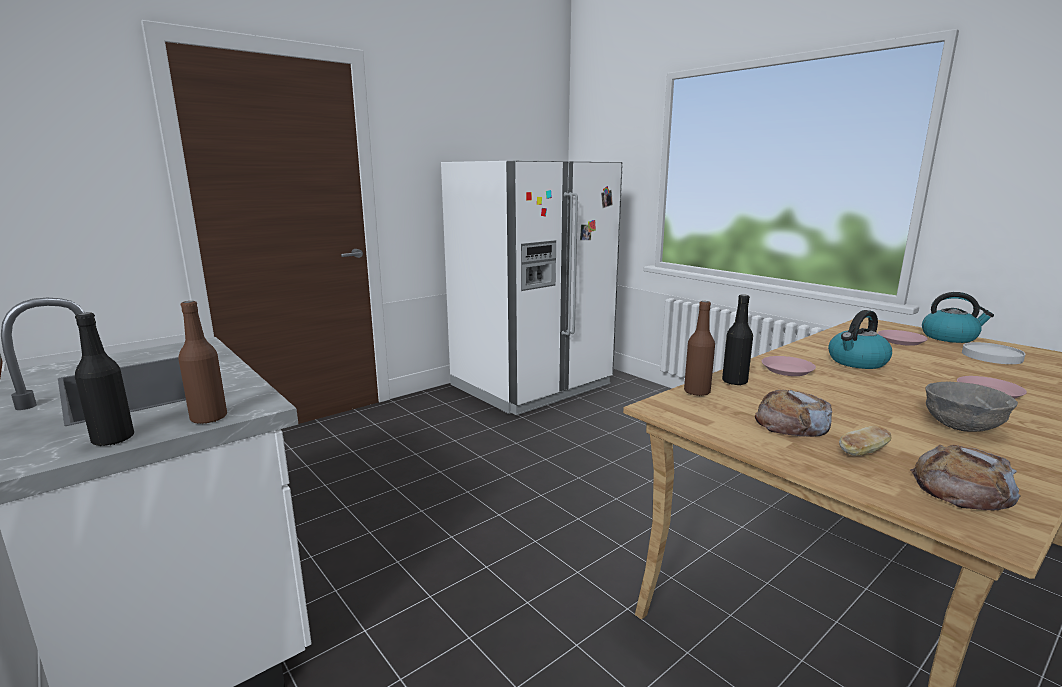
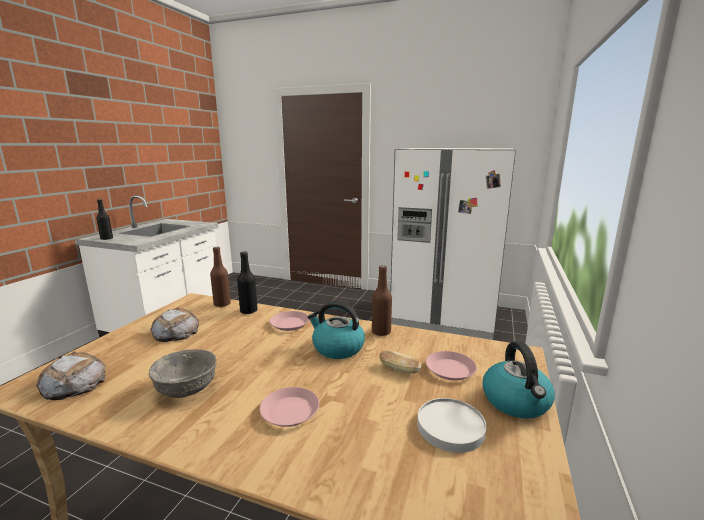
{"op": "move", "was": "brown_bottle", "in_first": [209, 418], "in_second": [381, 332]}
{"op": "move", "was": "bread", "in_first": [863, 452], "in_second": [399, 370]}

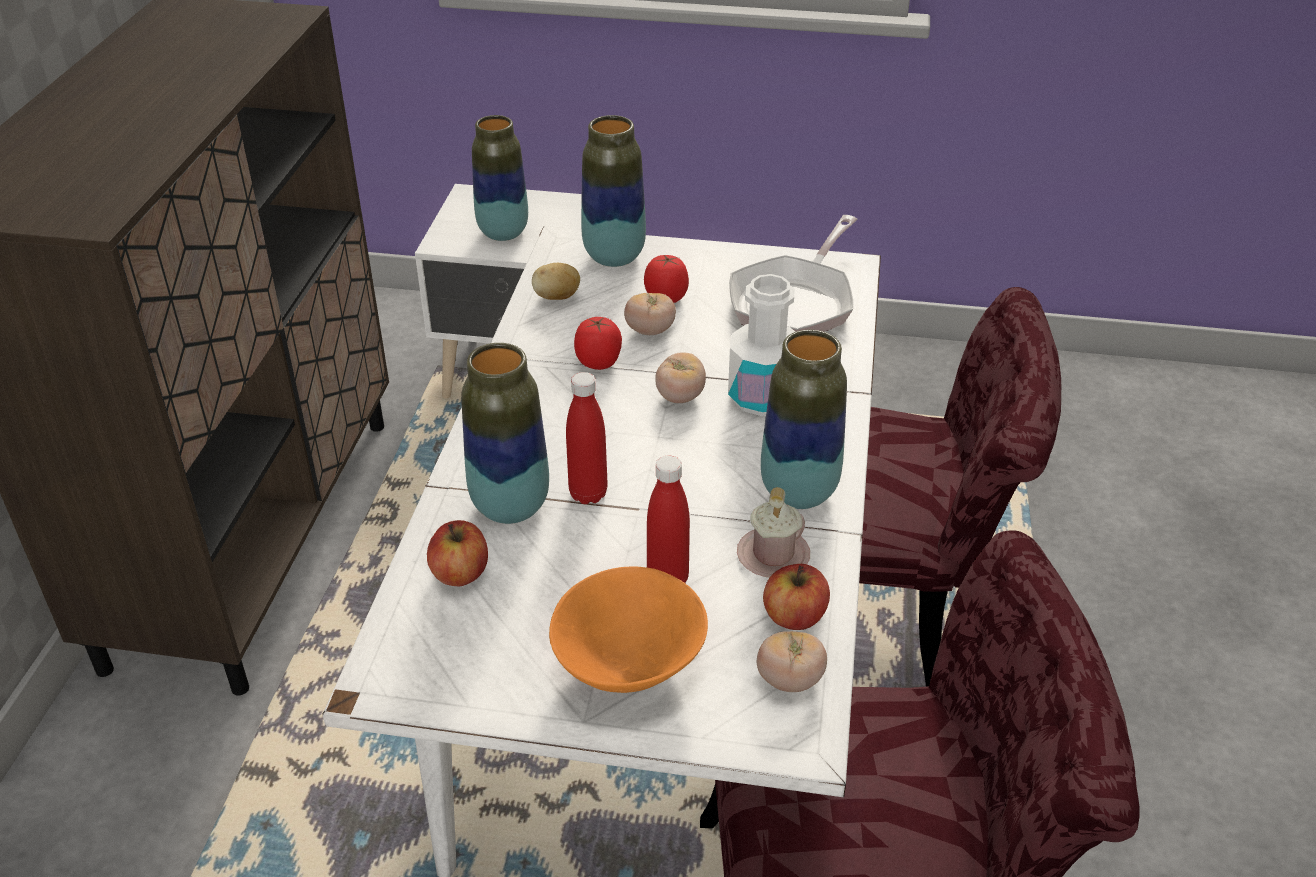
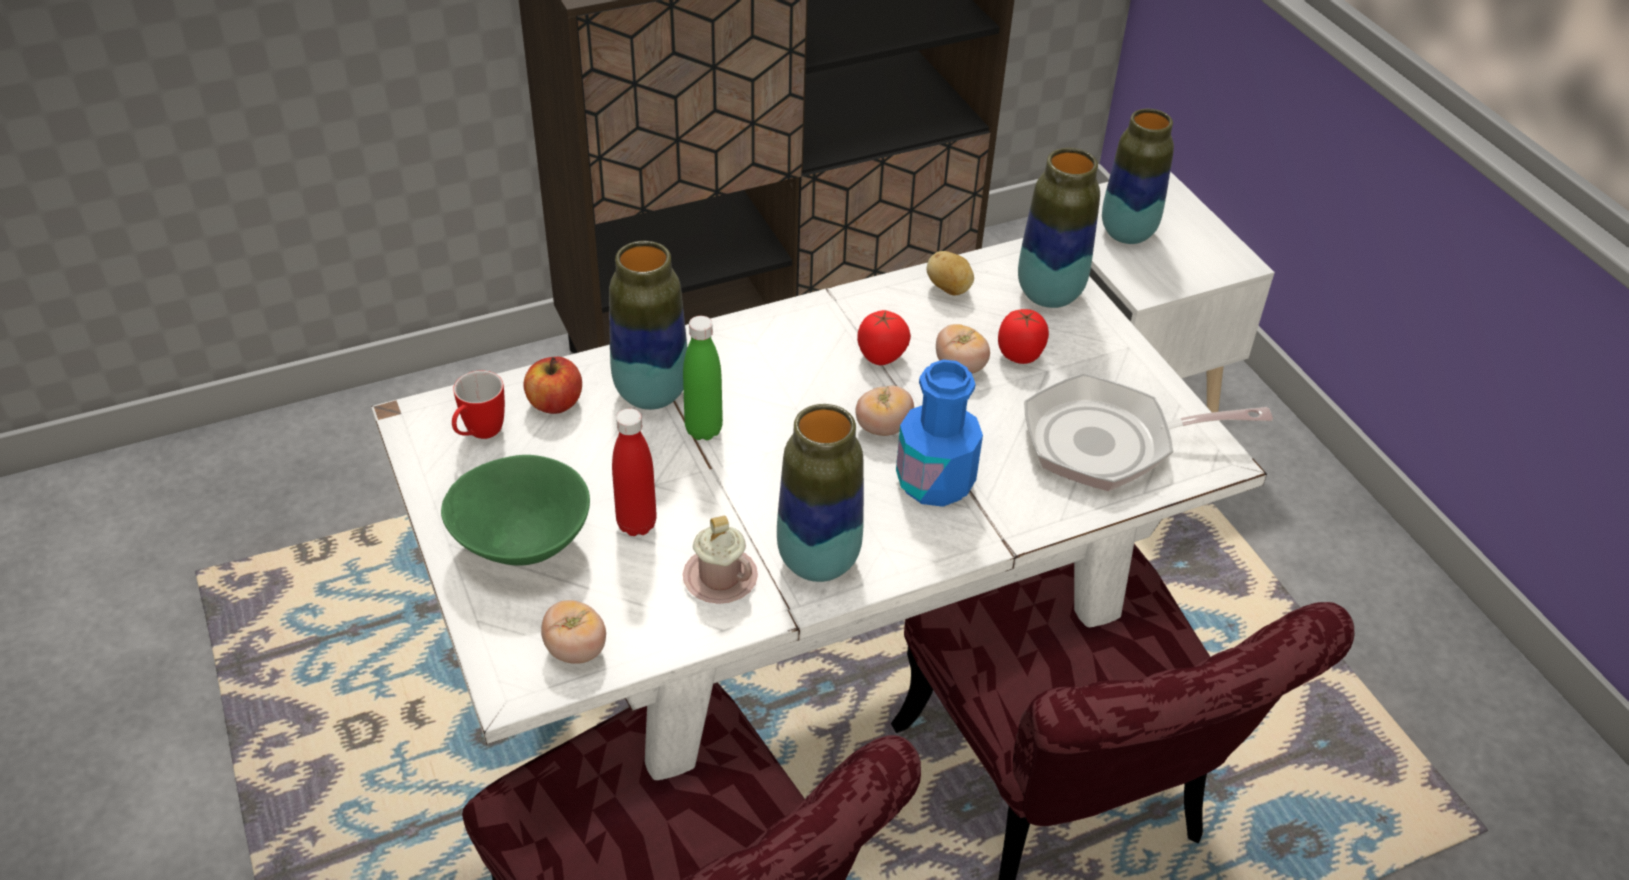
{"op": "recolor", "was": "white_bottle", "now": "blue_bottle", "in_first": [763, 396], "in_second": [935, 481]}
{"op": "recolor", "was": "red_bottle", "now": "green_bottle", "in_first": [588, 494], "in_second": [703, 430]}
{"op": "delete", "was": "apple", "in_first": [794, 616]}
{"op": "recolor", "was": "orange_bowl", "now": "green_bowl", "in_first": [627, 667], "in_second": [521, 543]}
{"op": "insert", "now": "mug", "in_second": [479, 434]}

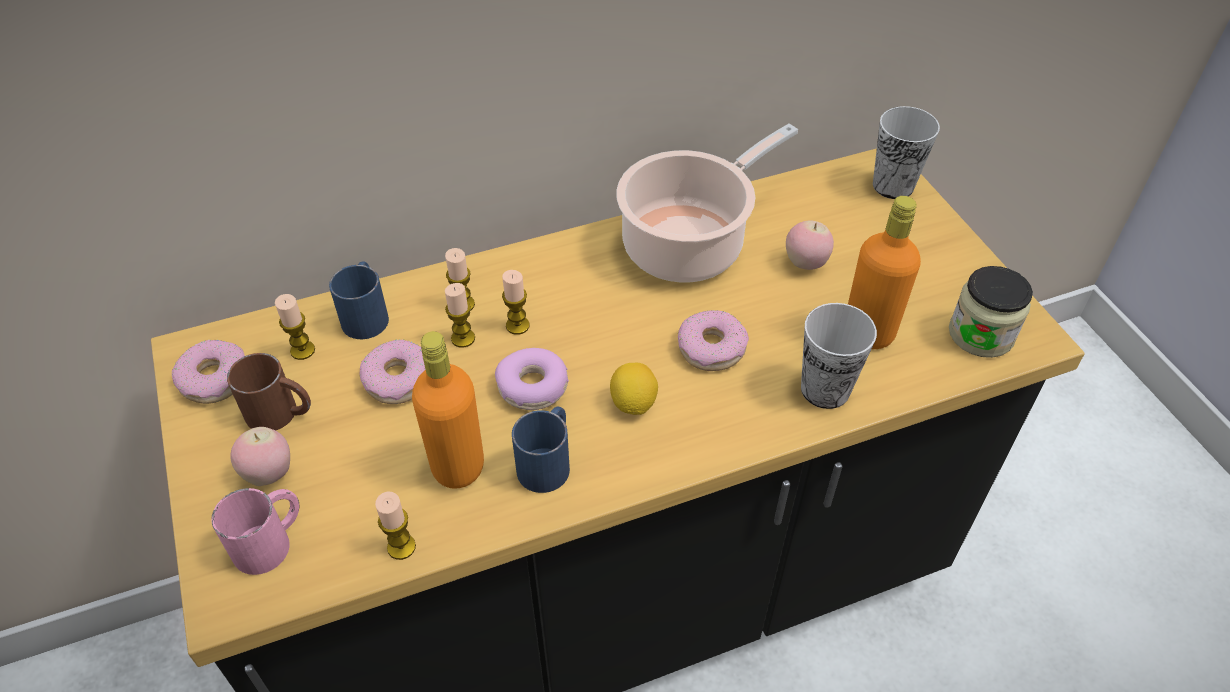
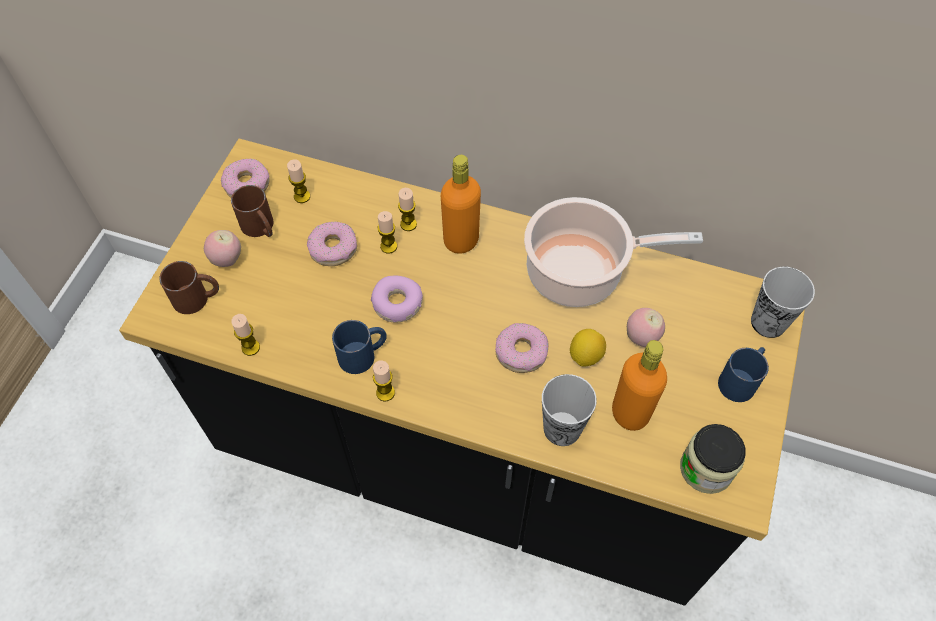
{"op": "move", "was": "blue_mug", "in_first": [367, 314], "in_second": [741, 379]}
{"op": "move", "was": "candle", "in_first": [517, 325], "in_second": [385, 393]}
{"op": "move", "was": "orange_bottle", "in_first": [458, 467], "in_second": [461, 240]}
{"op": "move", "was": "lemon", "in_first": [633, 403], "in_second": [585, 355]}
{"op": "recolor", "was": "pink_mug", "now": "brown_mug", "in_first": [271, 541], "in_second": [197, 298]}

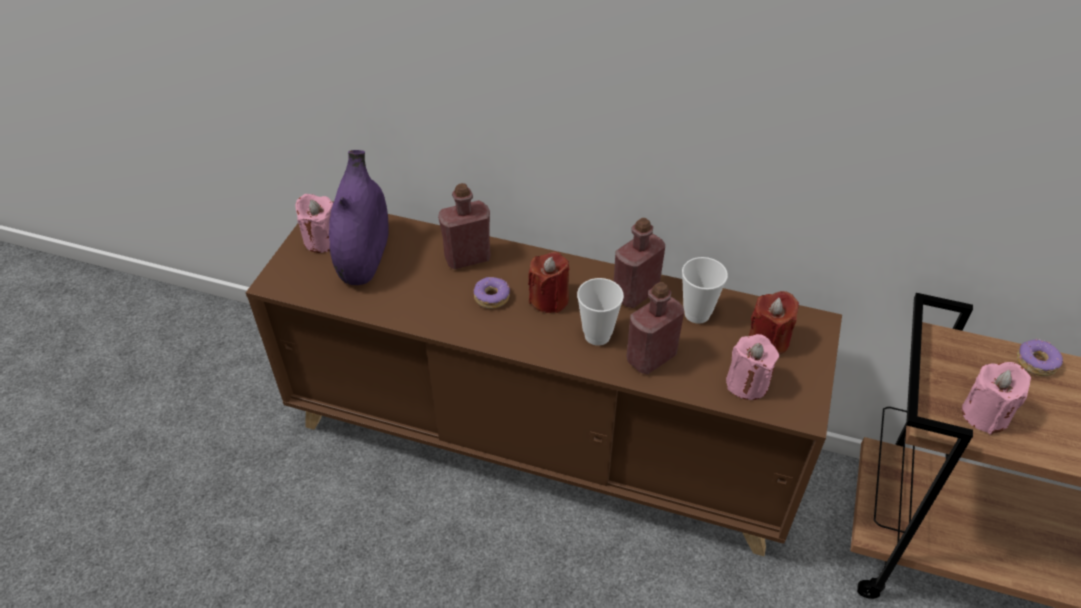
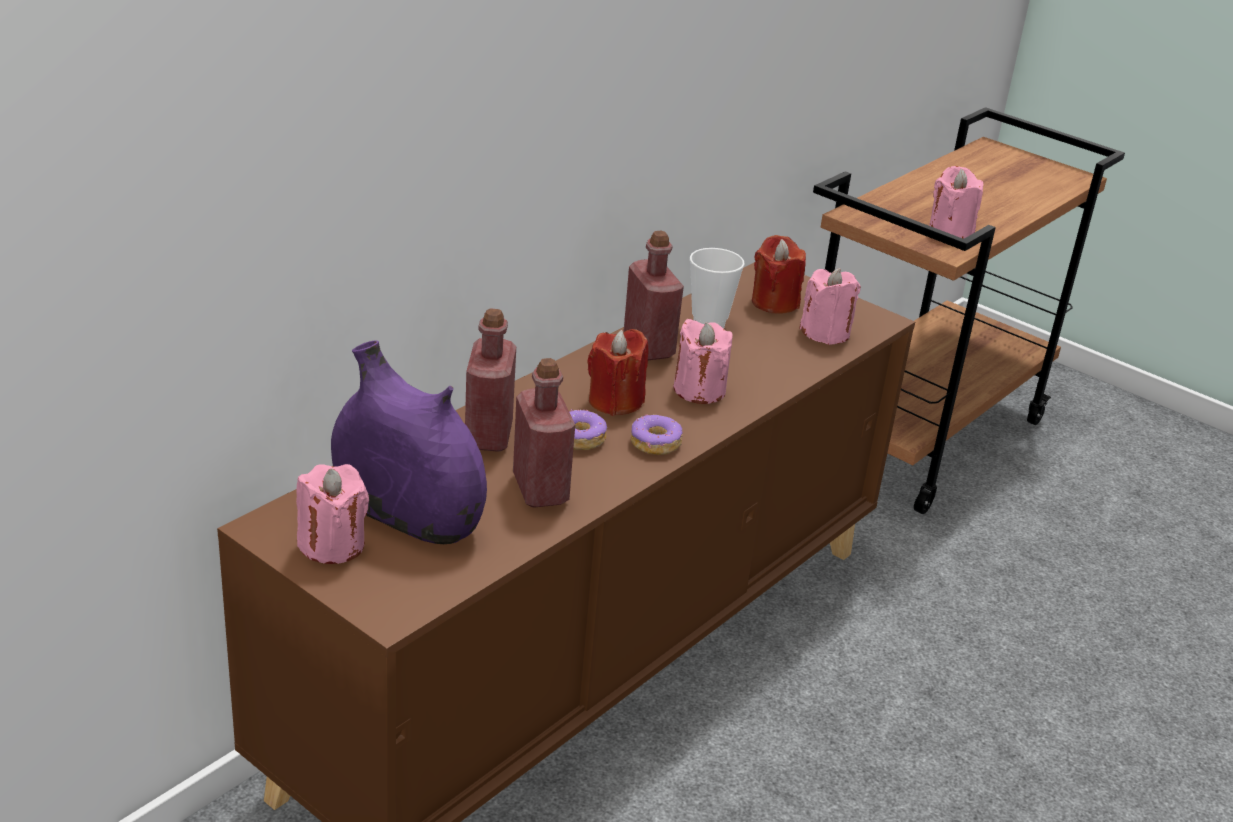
{"op": "replace", "was": "cup", "now": "pink_candle", "in_first": [597, 335], "in_second": [699, 390]}
{"op": "move", "was": "red_bottle", "in_first": [651, 357], "in_second": [540, 489]}
{"op": "move", "was": "donut", "in_first": [1035, 362], "in_second": [655, 443]}

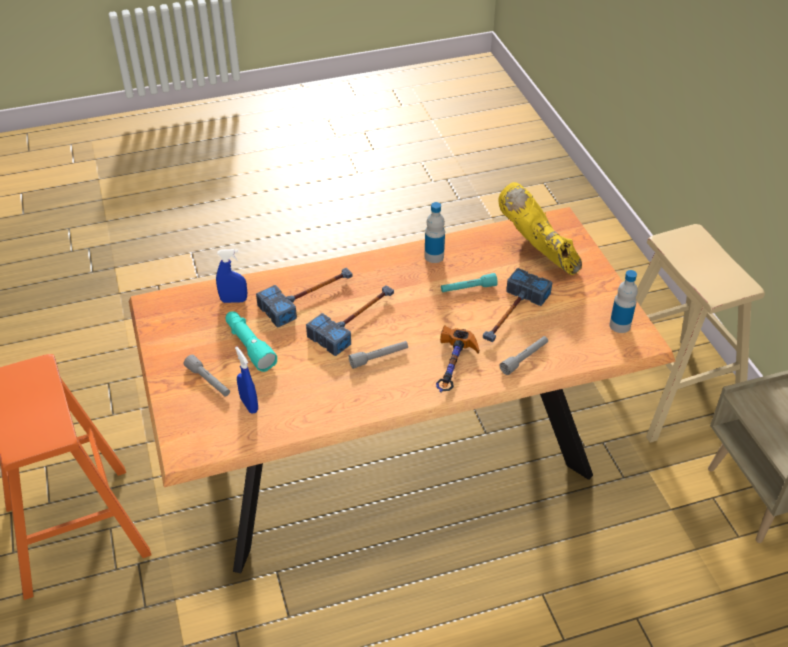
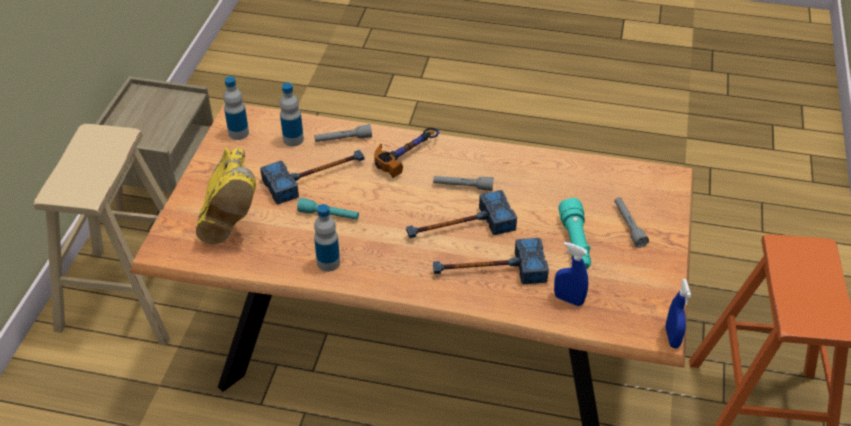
{"op": "move", "was": "blue_spray_bottle", "in_first": [249, 405], "in_second": [672, 337]}
{"op": "insert", "now": "bottle", "in_second": [293, 139]}

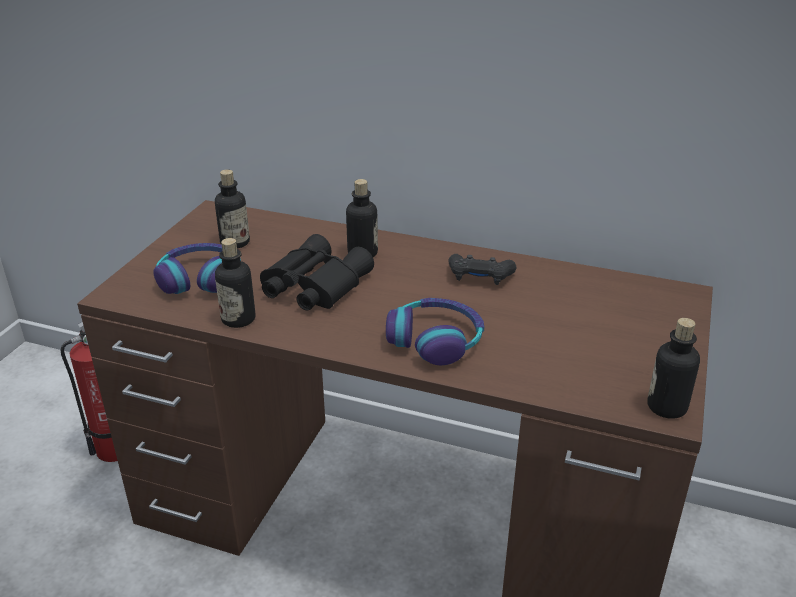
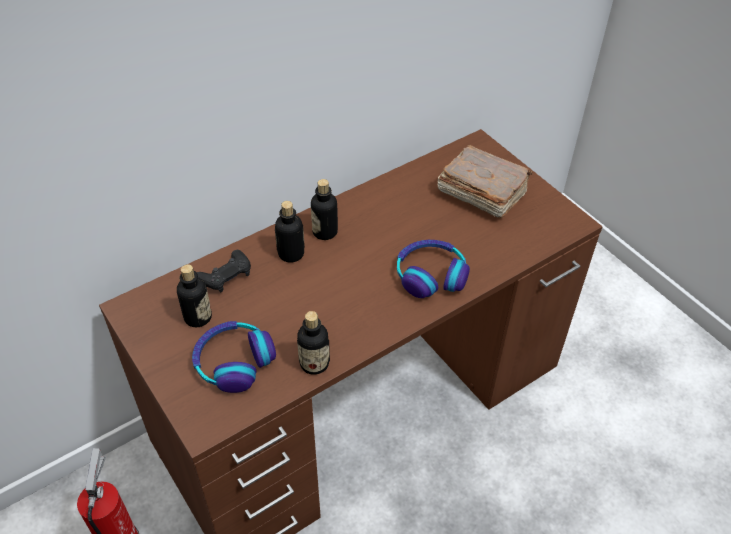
{"op": "delete", "was": "black_binoculars", "in_first": [312, 285]}
{"op": "move", "was": "black_game_controller", "in_first": [480, 277], "in_second": [225, 277]}
{"op": "move", "was": "bottle", "in_first": [666, 407], "in_second": [325, 232]}
{"op": "insert", "now": "brown_book", "in_second": [481, 192]}

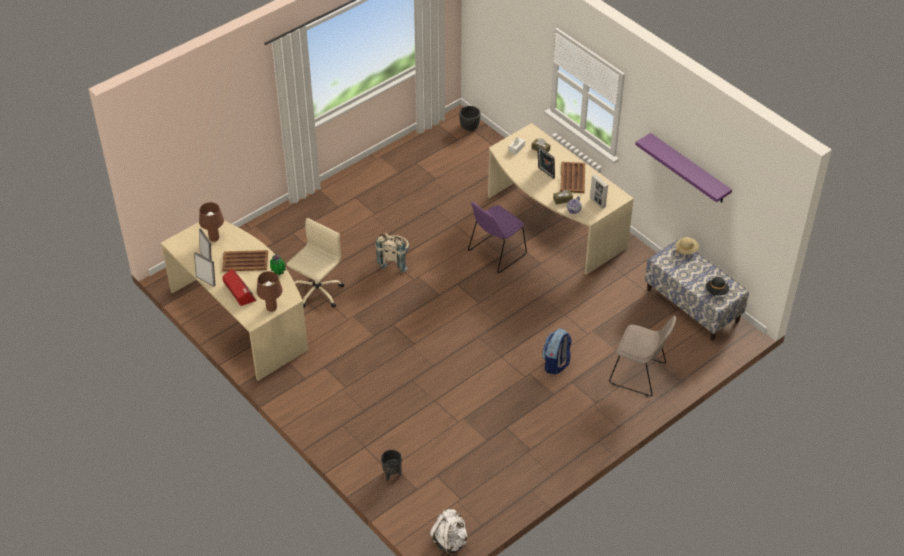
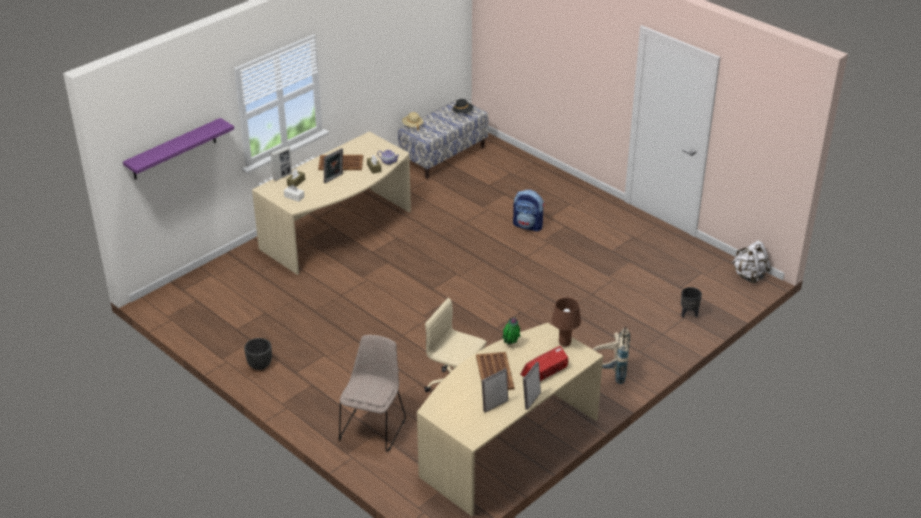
{"op": "move", "was": "black_planter", "in_first": [469, 127], "in_second": [260, 365]}
{"op": "move", "was": "purple_shelf", "in_first": [689, 169], "in_second": [174, 149]}
{"op": "move", "was": "picture_frame", "in_first": [597, 202], "in_second": [282, 176]}
{"op": "delete", "was": "purple_chair", "in_first": [495, 254]}
{"op": "delete", "was": "brown_table_lamp", "in_first": [214, 239]}
{"op": "move", "was": "beige_backpack", "in_first": [394, 260], "in_second": [608, 373]}
{"op": "move", "was": "beige_chair", "in_first": [639, 374], "in_second": [373, 427]}

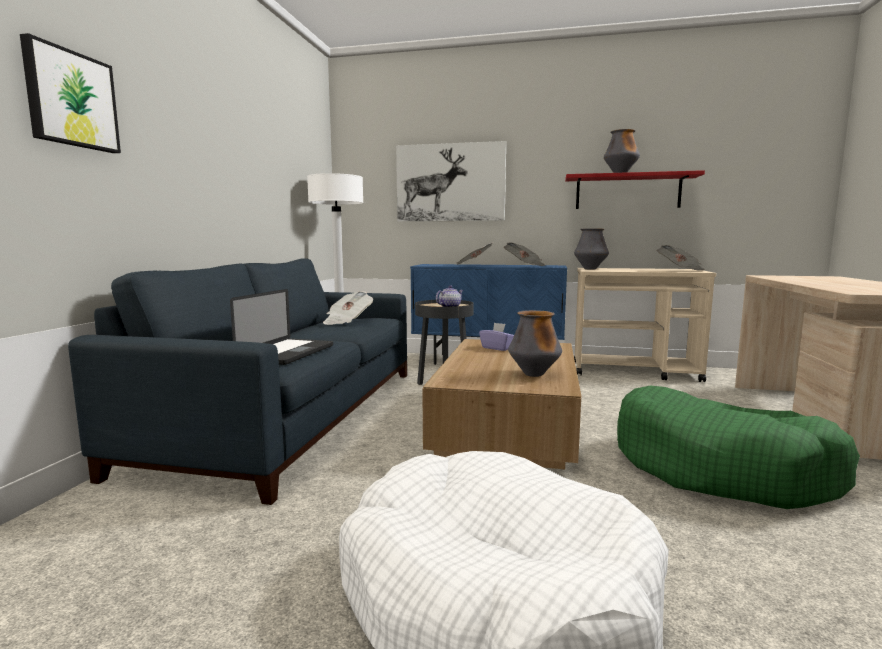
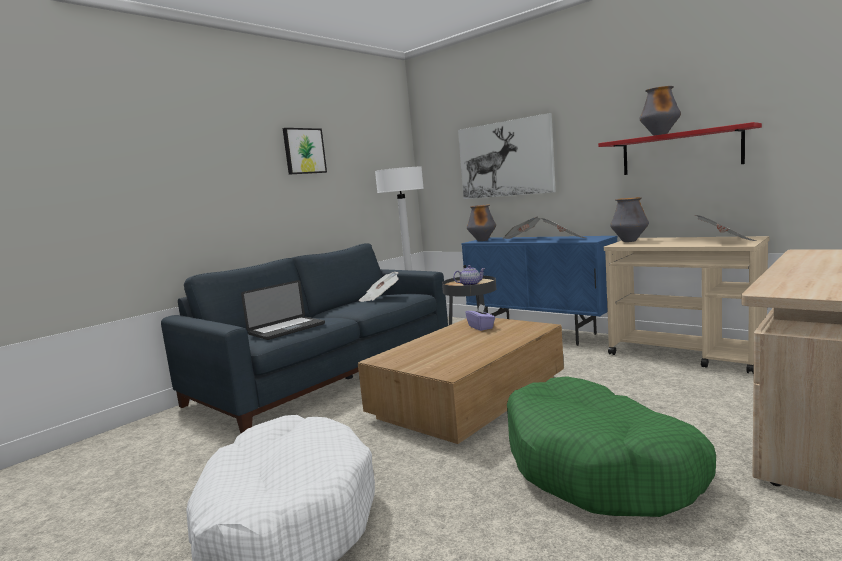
{"op": "move", "was": "picture", "in_first": [71, 99], "in_second": [304, 151]}
{"op": "move", "was": "vase", "in_first": [534, 374], "in_second": [482, 240]}

